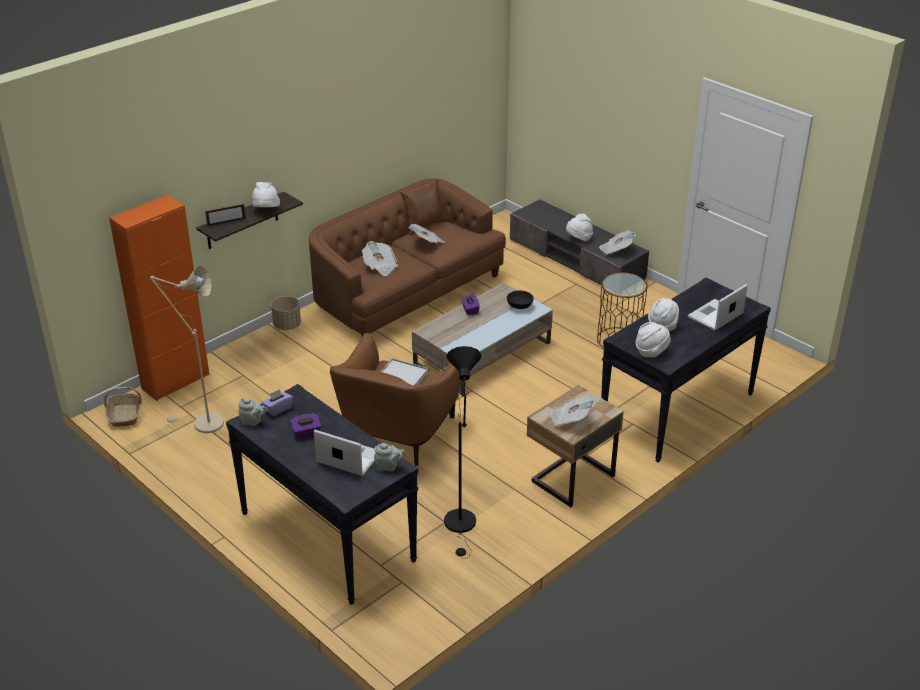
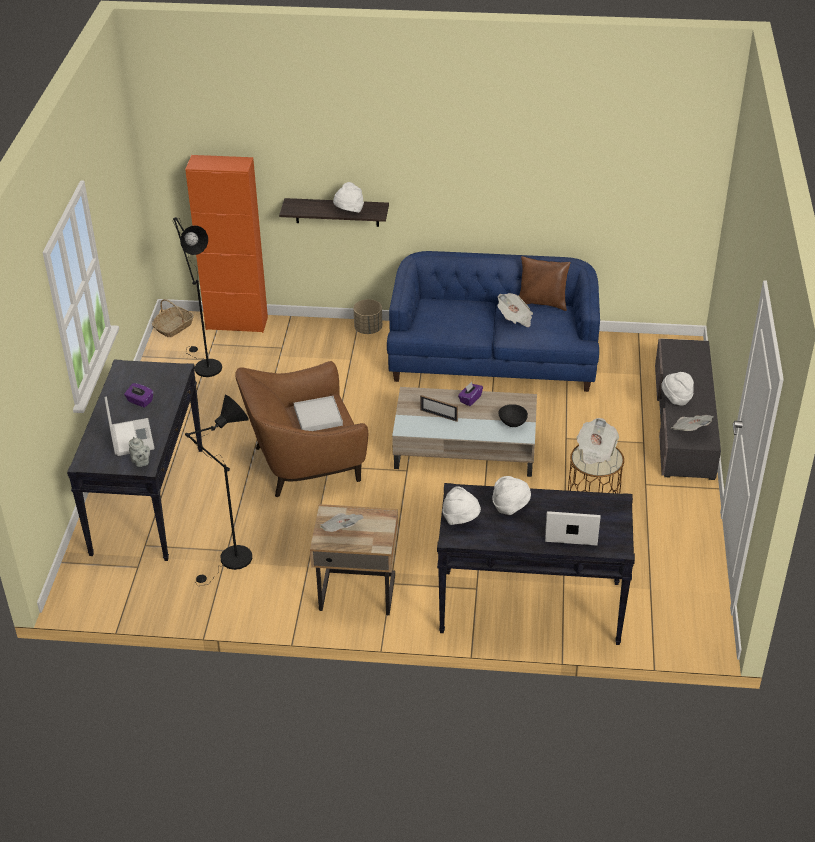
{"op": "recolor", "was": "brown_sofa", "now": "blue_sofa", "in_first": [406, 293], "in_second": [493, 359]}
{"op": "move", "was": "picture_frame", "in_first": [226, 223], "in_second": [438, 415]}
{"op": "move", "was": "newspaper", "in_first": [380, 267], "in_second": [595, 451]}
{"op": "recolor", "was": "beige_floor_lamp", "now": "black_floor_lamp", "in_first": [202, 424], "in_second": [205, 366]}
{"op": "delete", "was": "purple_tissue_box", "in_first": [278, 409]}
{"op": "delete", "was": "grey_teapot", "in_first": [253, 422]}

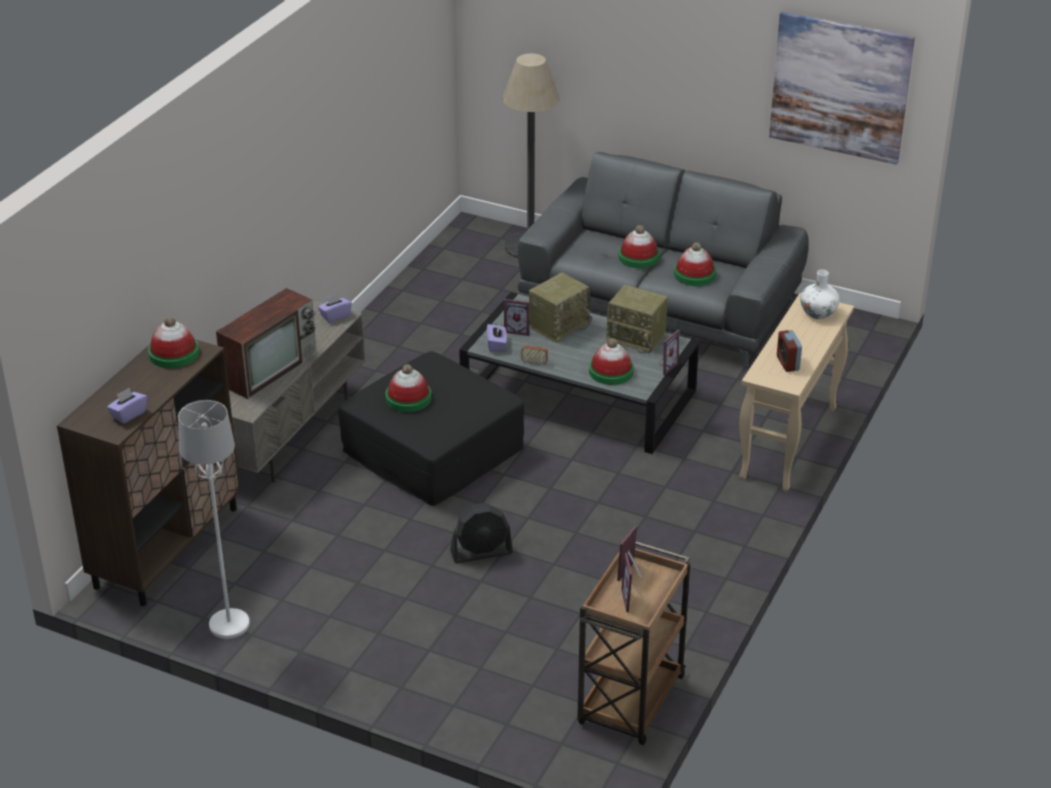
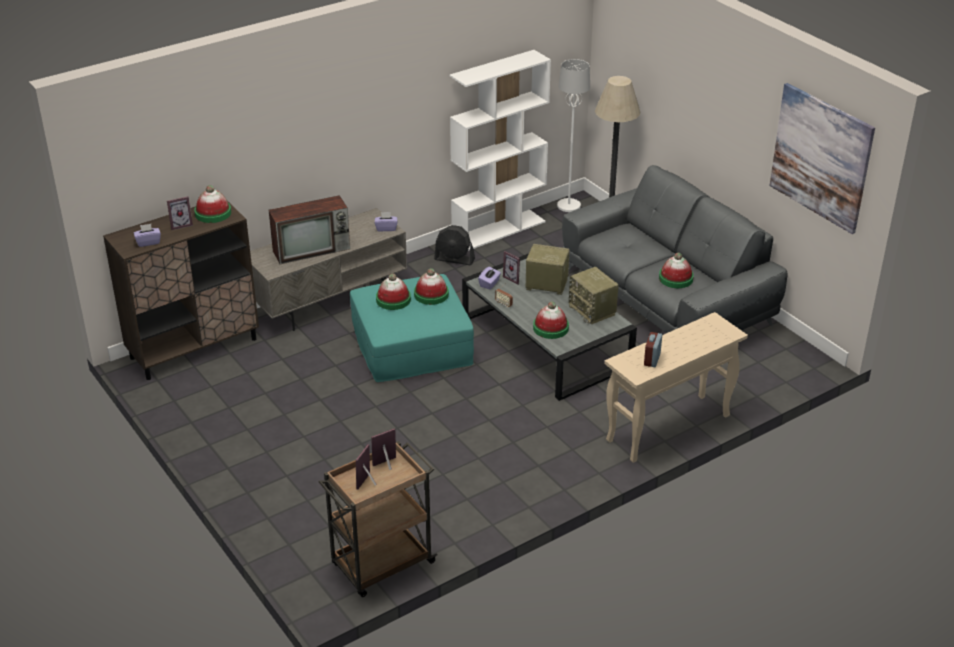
{"op": "move", "was": "hat", "in_first": [638, 257], "in_second": [431, 294]}
{"op": "delete", "was": "white_vase", "in_first": [818, 313]}
{"op": "rotate", "was": "radio", "in_first": [559, 325], "in_second": [545, 284], "clockwise": -150}
{"op": "move", "was": "picture_frame", "in_first": [665, 366], "in_second": [180, 224]}
{"op": "recolor", "was": "black_ottoman", "now": "turquoise_ottoman", "in_first": [432, 450], "in_second": [411, 345]}
{"op": "move", "was": "white_floor_lamp", "in_first": [229, 624], "in_second": [569, 206]}
{"op": "move", "was": "black_fan", "in_first": [481, 552], "in_second": [454, 259]}
{"op": "insert", "now": "white_bookcase", "in_second": [499, 230]}

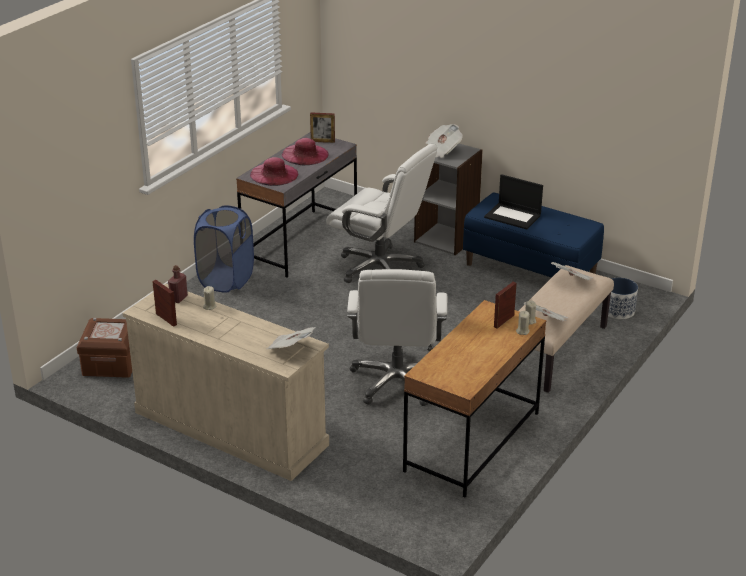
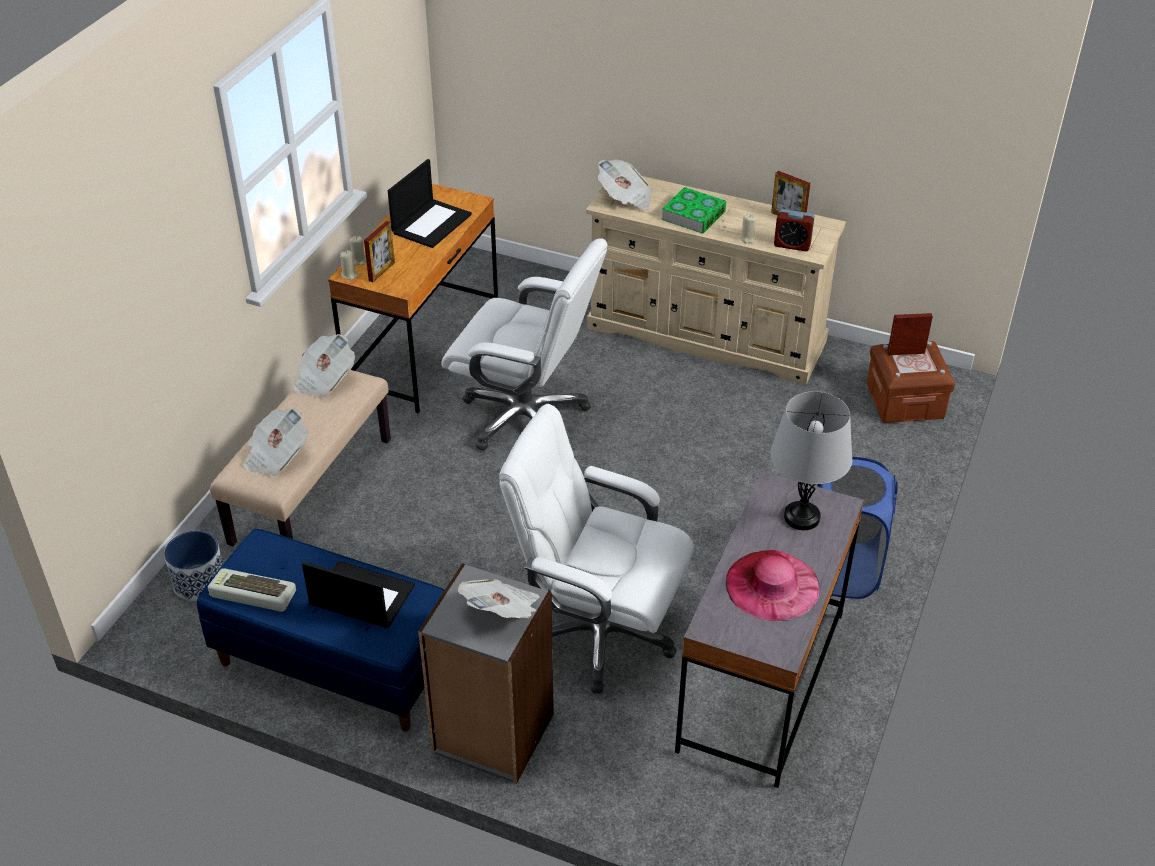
{"op": "move", "was": "picture_frame", "in_first": [322, 141], "in_second": [906, 352]}
{"op": "replace", "was": "pink_hat", "now": "grey_table_lamp", "in_first": [274, 174], "in_second": [802, 517]}
{"op": "replace", "was": "red_bottle", "now": "alarm_clock", "in_first": [178, 298], "in_second": [792, 245]}
{"op": "rotate", "was": "white_office_chair", "in_first": [397, 381], "in_second": [526, 417], "clockwise": 120}
{"op": "insert", "now": "laptop", "in_second": [431, 223]}
{"op": "insert", "now": "book", "in_second": [693, 215]}
{"op": "insert", "now": "keyboard", "in_second": [251, 595]}

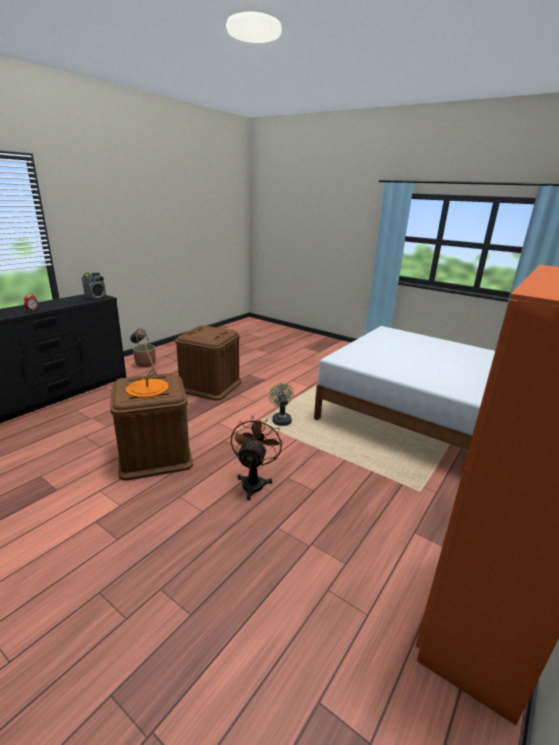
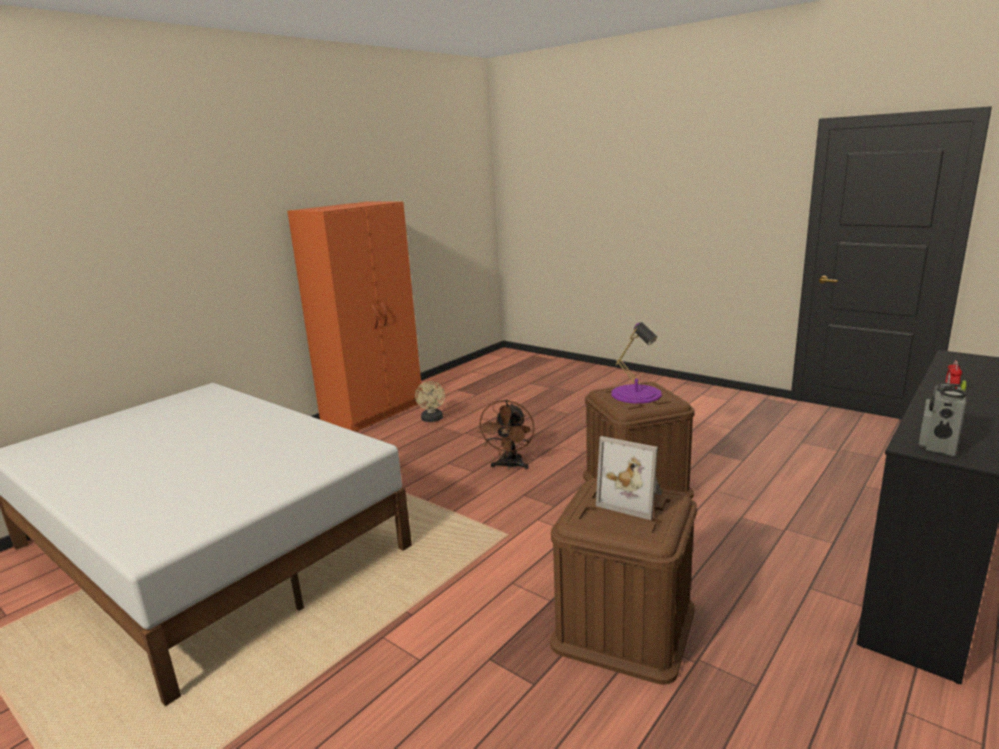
{"op": "recolor", "was": "orange_table_lamp", "now": "purple_table_lamp", "in_first": [147, 388], "in_second": [636, 394]}
{"op": "delete", "was": "planter", "in_first": [145, 364]}
{"op": "move", "was": "beige_fan", "in_first": [281, 419], "in_second": [432, 419]}
{"op": "insert", "now": "picture_frame", "in_second": [633, 500]}

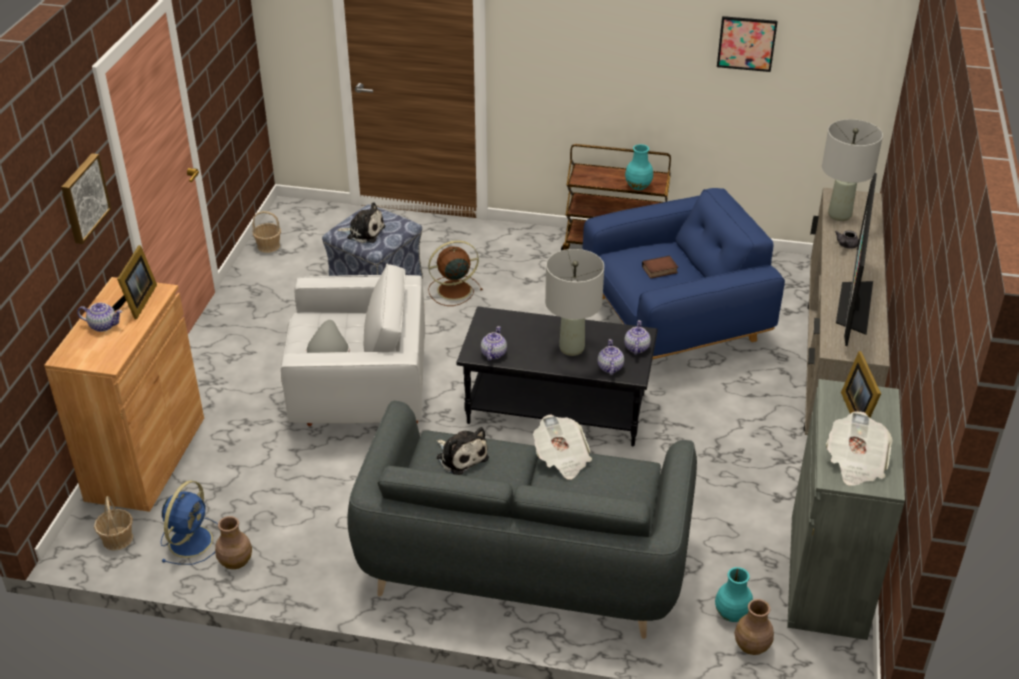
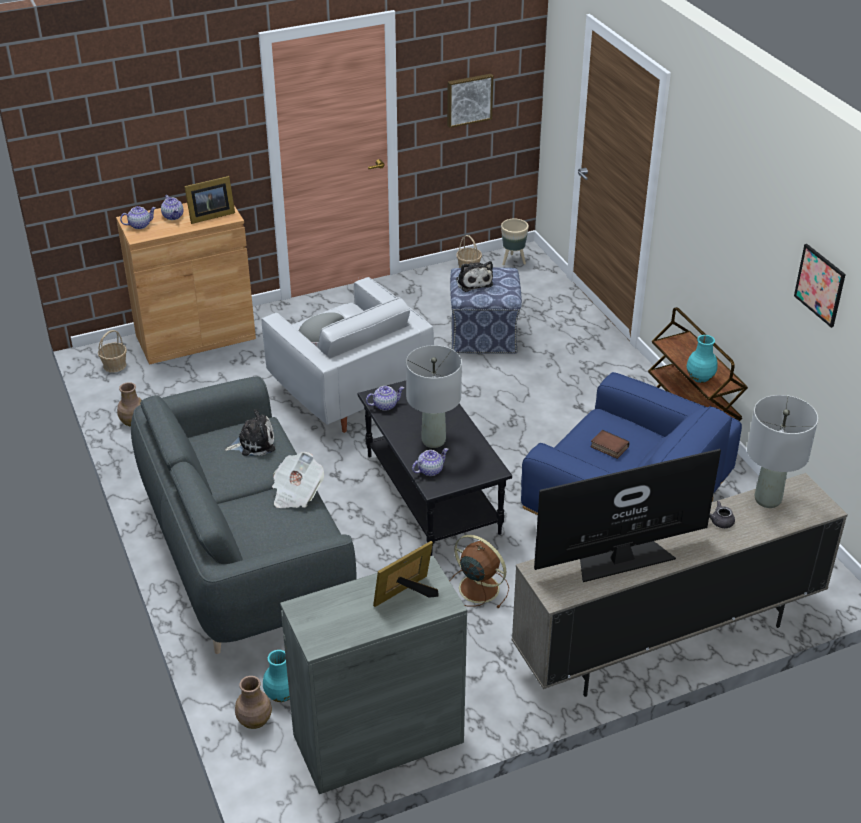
{"op": "move", "was": "picture", "in_first": [83, 198], "in_second": [468, 99]}
{"op": "move", "was": "brown_fan", "in_first": [452, 290], "in_second": [477, 587]}
{"op": "move", "was": "teapot", "in_first": [636, 347], "in_second": [140, 225]}
{"op": "delete", "was": "newspaper", "in_first": [855, 463]}
{"op": "rotate", "was": "plush_toy", "in_first": [461, 456], "in_second": [253, 443], "clockwise": -120}
{"op": "delete", "was": "blue_fan", "in_first": [191, 540]}
{"op": "insert", "now": "beige_planter", "in_second": [513, 261]}

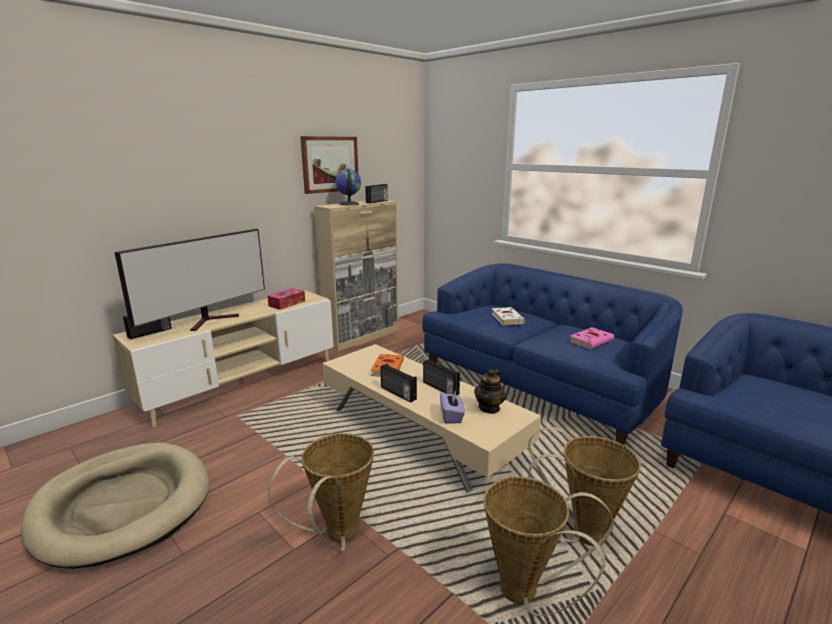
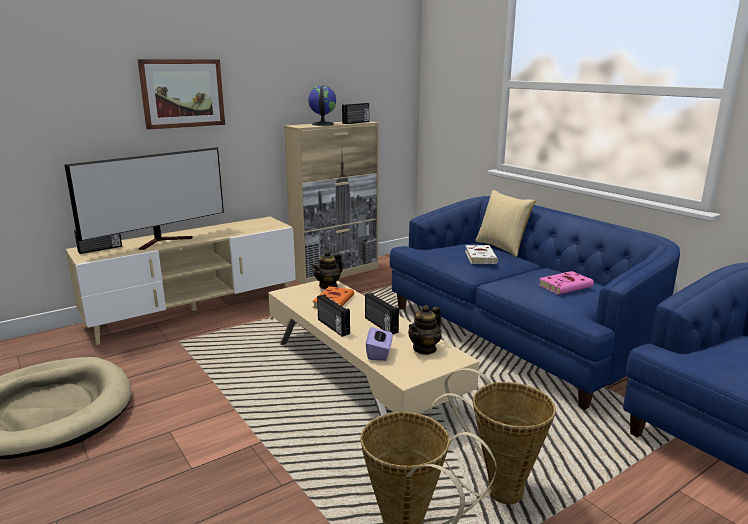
{"op": "move", "was": "picture", "in_first": [330, 164], "in_second": [182, 93]}
{"op": "delete", "was": "tissue_box", "in_first": [287, 303]}
{"op": "delete", "was": "basket", "in_first": [336, 537]}
{"op": "insert", "now": "pillow", "in_second": [502, 247]}
{"op": "insert", "now": "teapot", "in_second": [328, 286]}

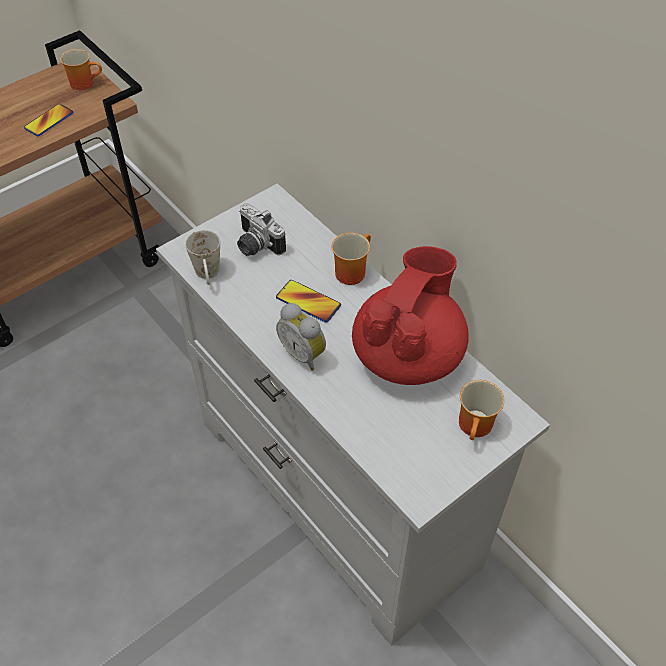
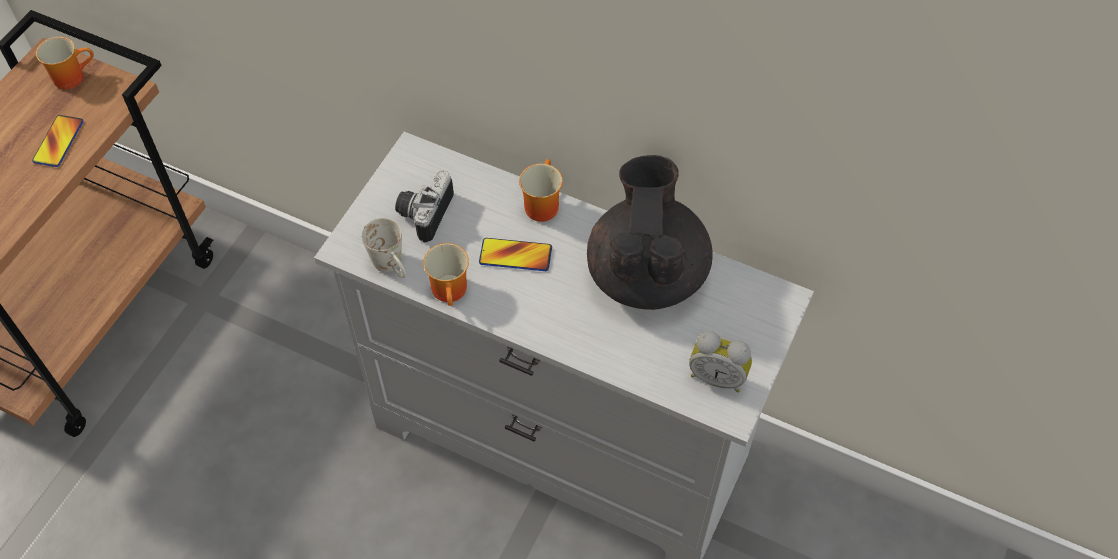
{"op": "rotate", "was": "photo_camera", "in_first": [255, 245], "in_second": [423, 213], "clockwise": 90}
{"op": "recolor", "was": "red_teapot", "now": "black_teapot", "in_first": [408, 354], "in_second": [646, 273]}
{"op": "move", "was": "alarm_clock", "in_first": [304, 353], "in_second": [717, 376]}
{"op": "move", "was": "mug", "in_first": [477, 427], "in_second": [452, 291]}

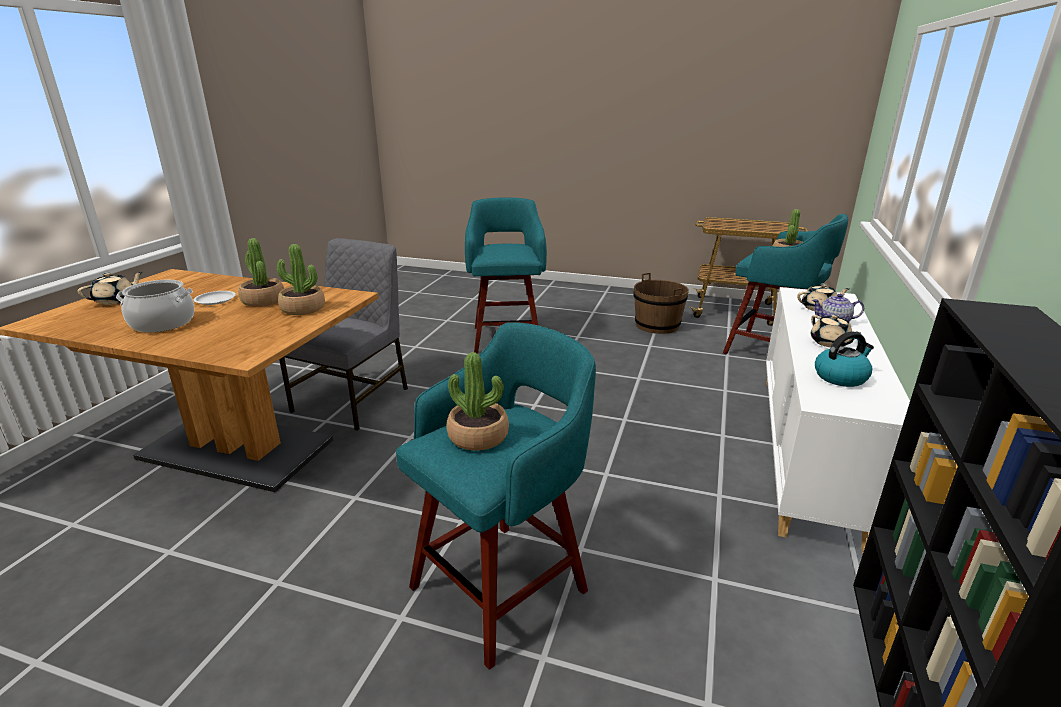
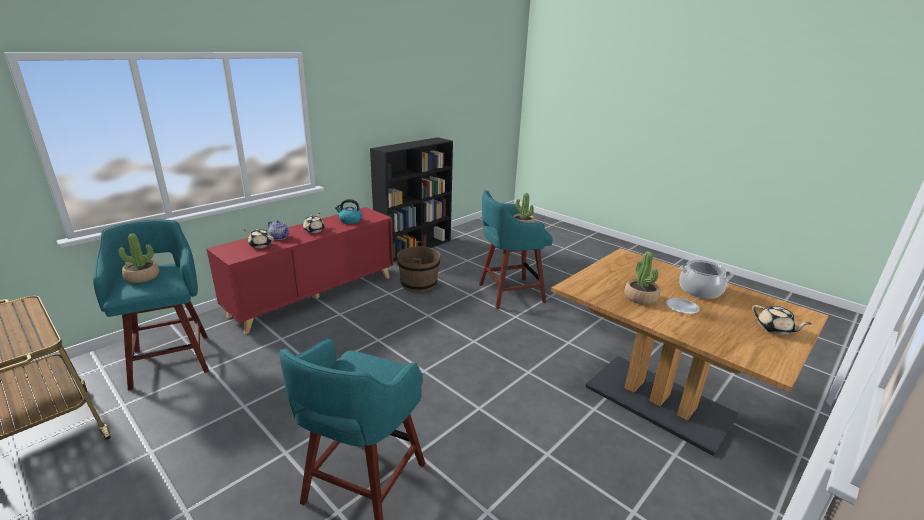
{"op": "delete", "was": "grey_chair", "in_first": [354, 399]}
{"op": "delete", "was": "potted_plant", "in_first": [303, 309]}
{"op": "rotate", "was": "beige_teapot", "in_first": [116, 300], "in_second": [774, 329], "clockwise": -105}
{"op": "move", "was": "brown_bucket", "in_first": [657, 325], "in_second": [418, 284]}
{"op": "recolor", "was": "white_cabinet", "now": "red_cabinet", "in_first": [808, 451], "in_second": [315, 295]}

